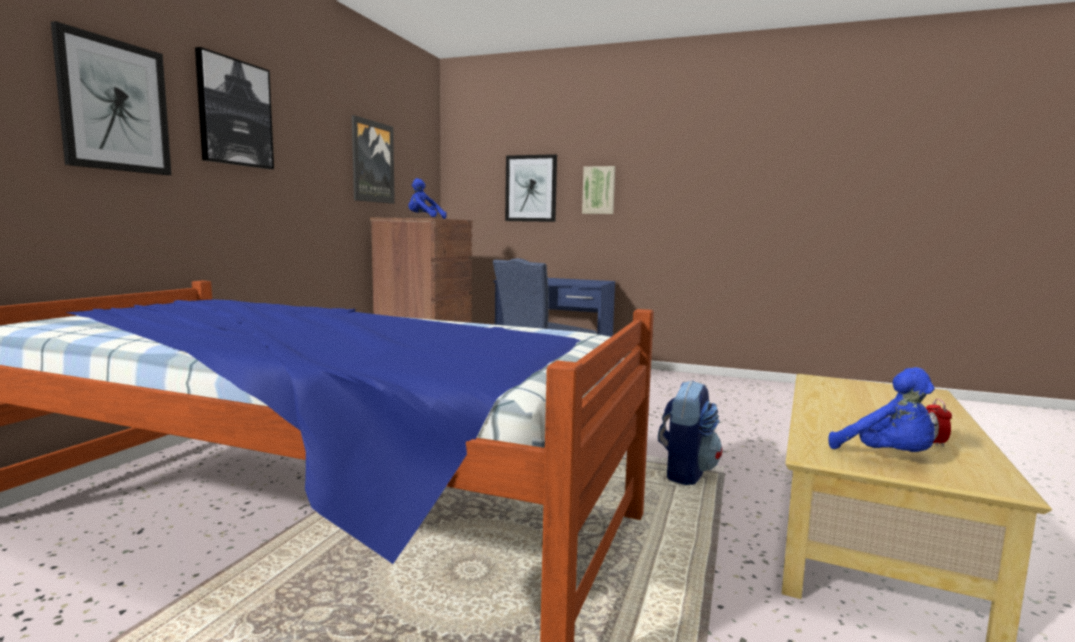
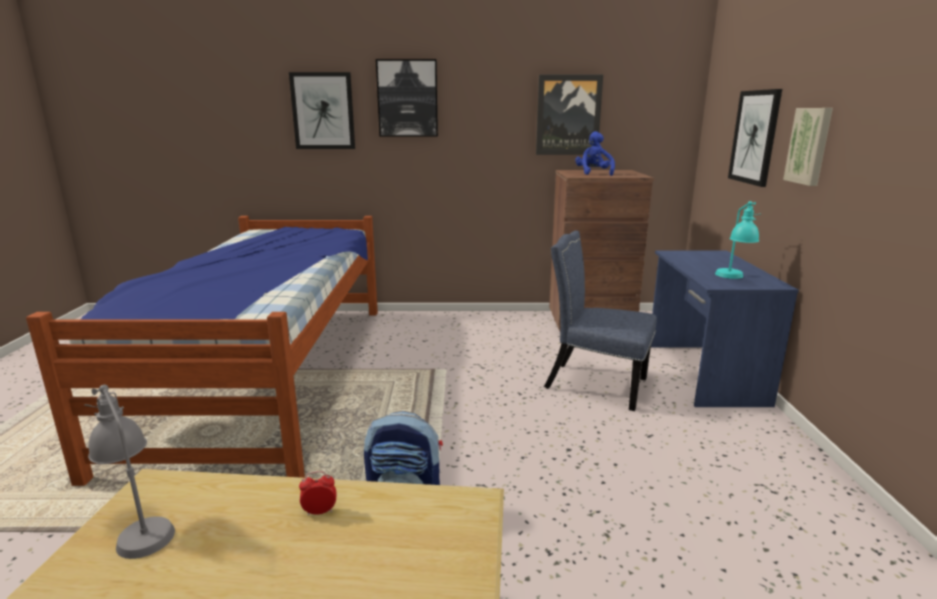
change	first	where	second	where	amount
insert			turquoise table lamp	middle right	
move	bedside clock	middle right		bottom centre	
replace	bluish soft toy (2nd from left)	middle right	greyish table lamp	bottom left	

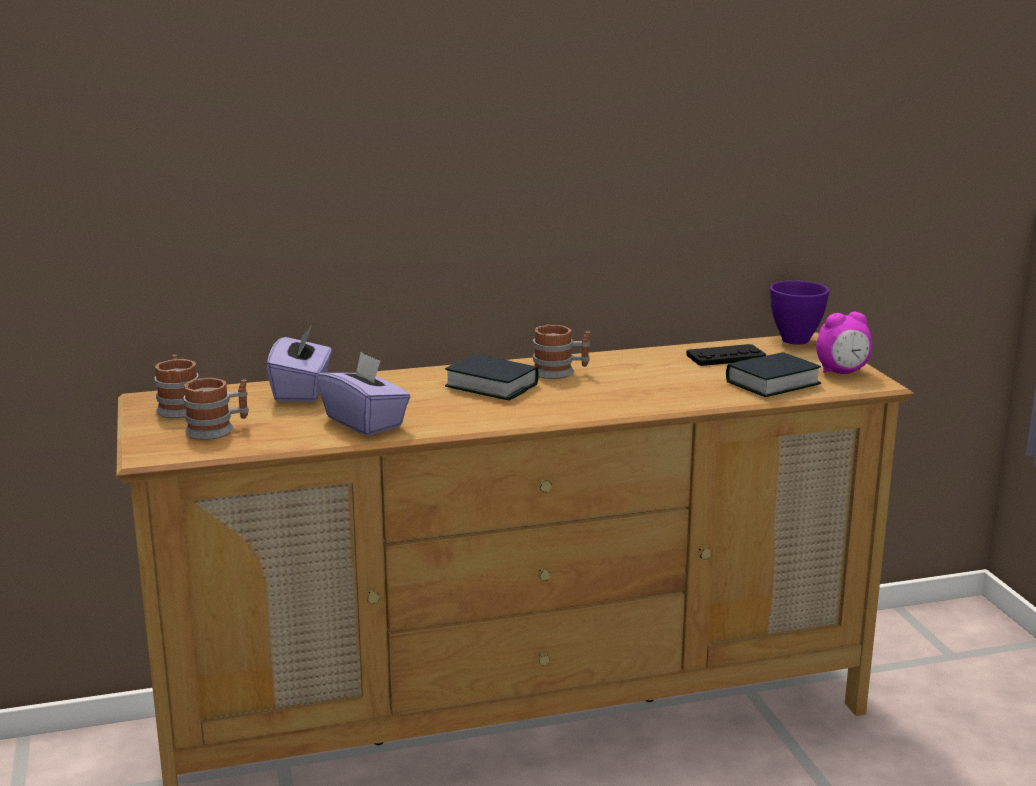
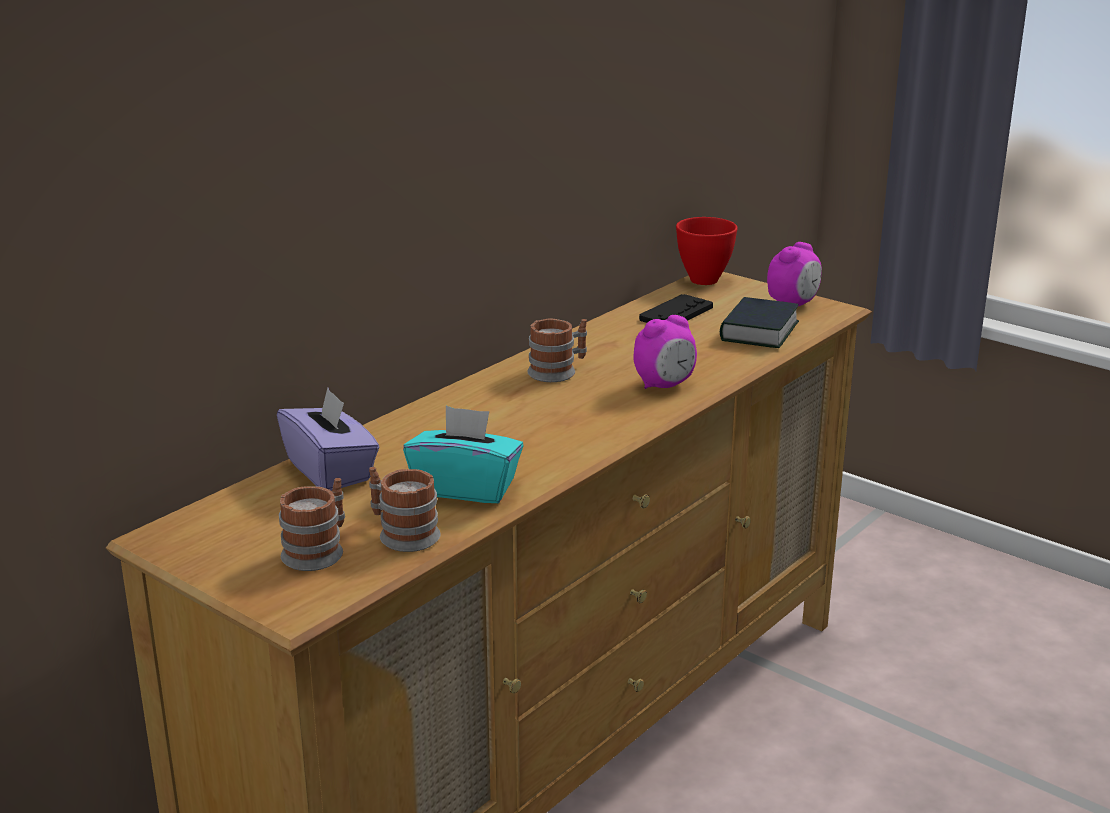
change	first	where	second	where	amount
delete	bound book (1st from left)	centre			
insert			bedside clock (1st from left)	centre	
move	mug (1st from left in the first image)	middle left	mug (2nd from left)	centre	
recolor	purplish tissue holder (2nd from left)	centre	turquoise tissue holder	centre	
recolor	purplish serving bowl	middle right	red-coloured serving bowl	top centre	

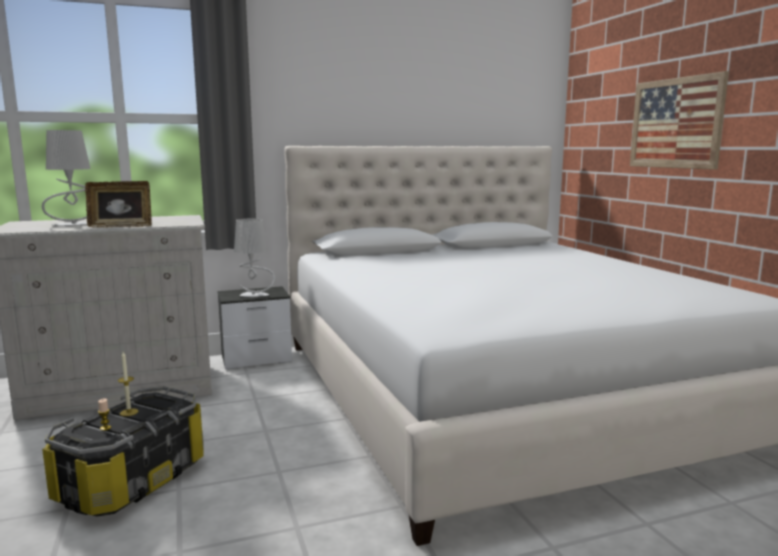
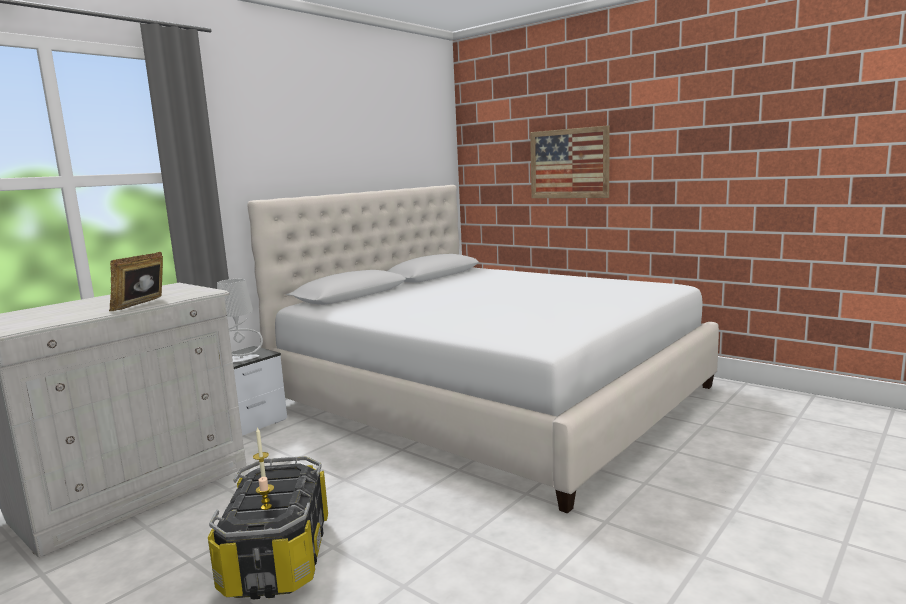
change	first	where	second	where	amount
delete	greyish table lamp (1st from left)	top left			
rotate	photo frame	middle left		middle left	150 degrees clockwise

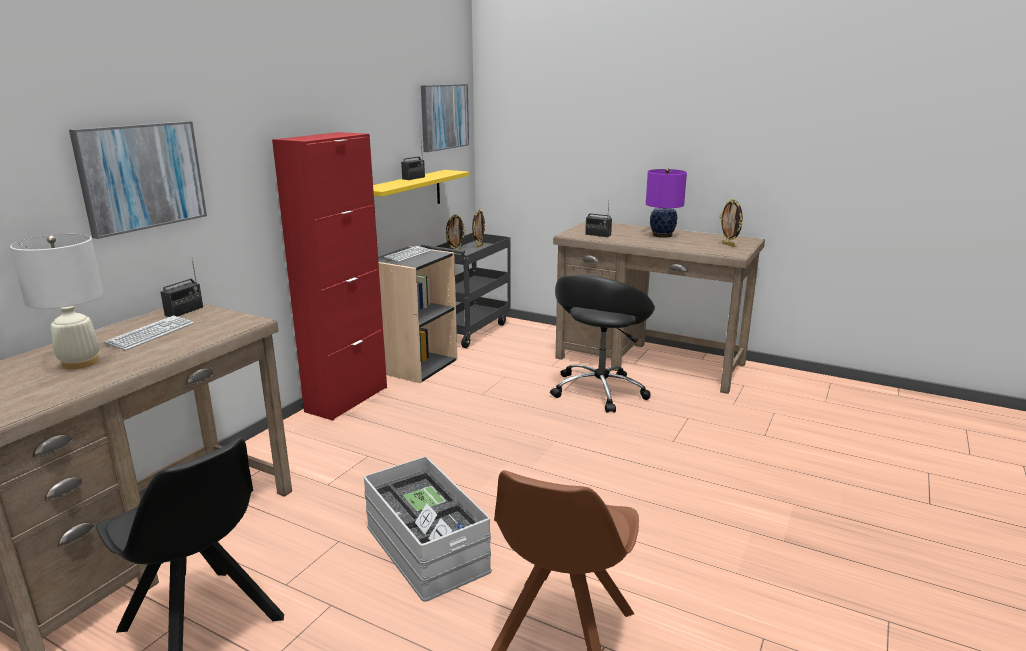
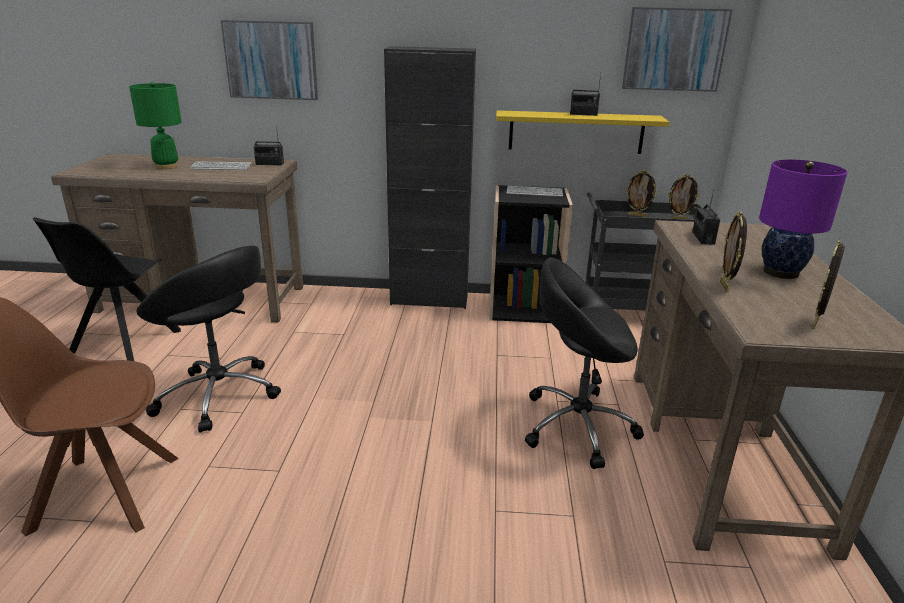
change	first	where	second	where	amount
insert			photo frame (3rd from left)	middle right	
replace	greyish storage bin	bottom centre	blackish office chair (1st from left)	middle left	
recolor	whitish table lamp	middle left	green-coloured table lamp	top left	
recolor	red-coloured storage cabinet	middle left	blackish storage cabinet	top centre	

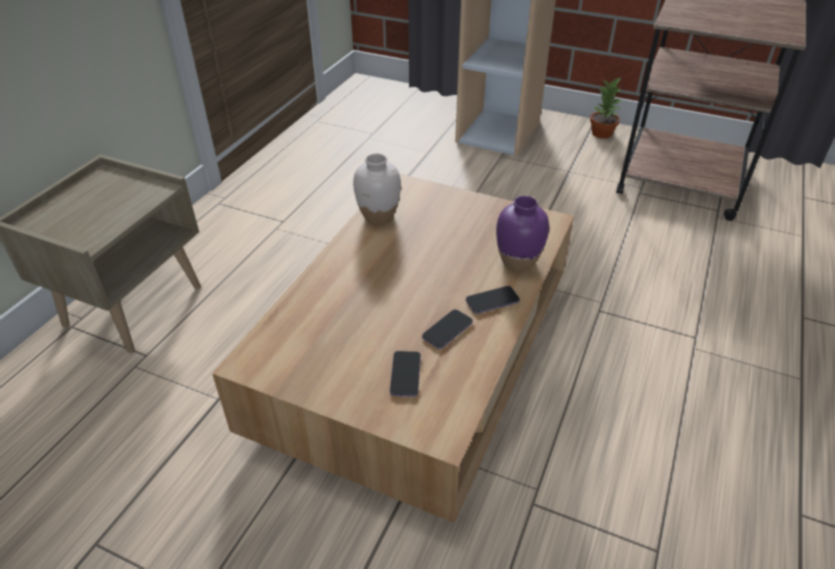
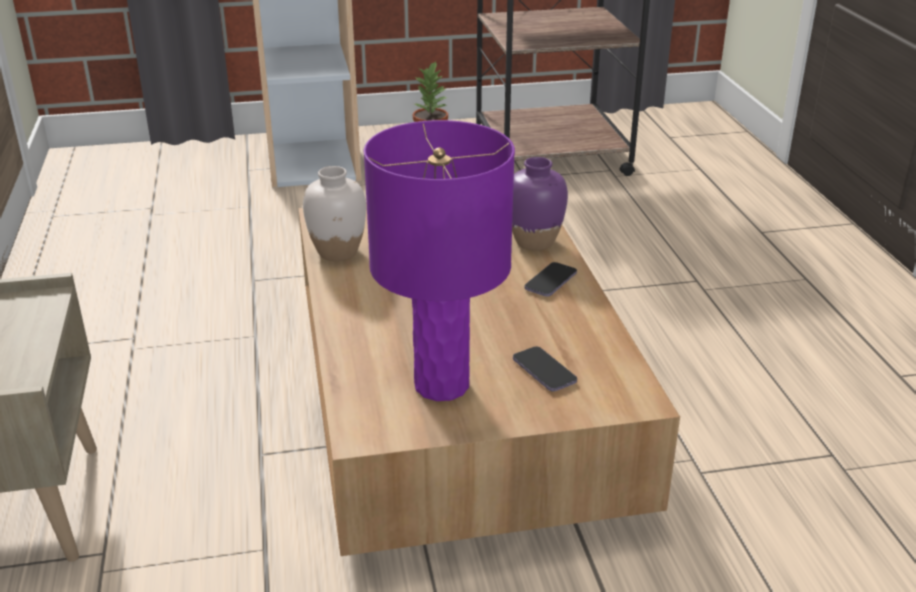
change	first	where	second	where	amount
delete	handset (2nd from left)	centre			
insert			purplish table lamp	centre	

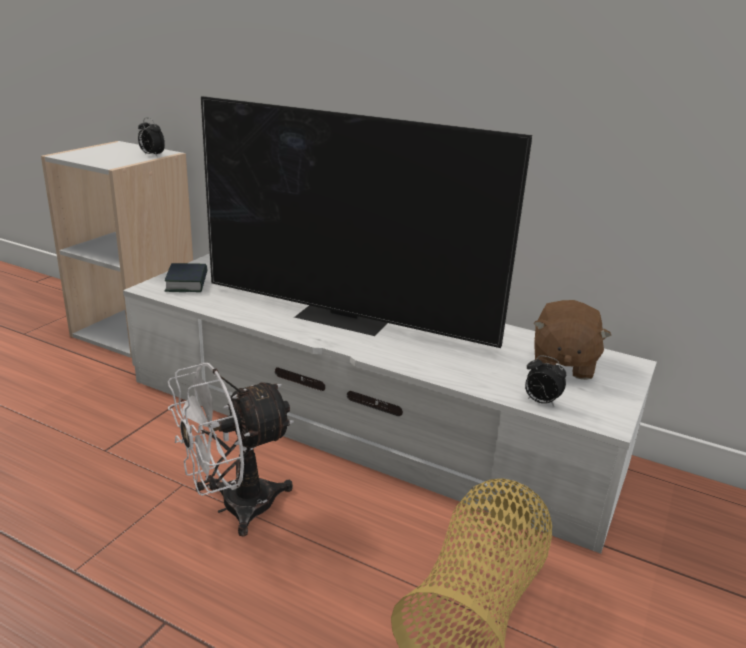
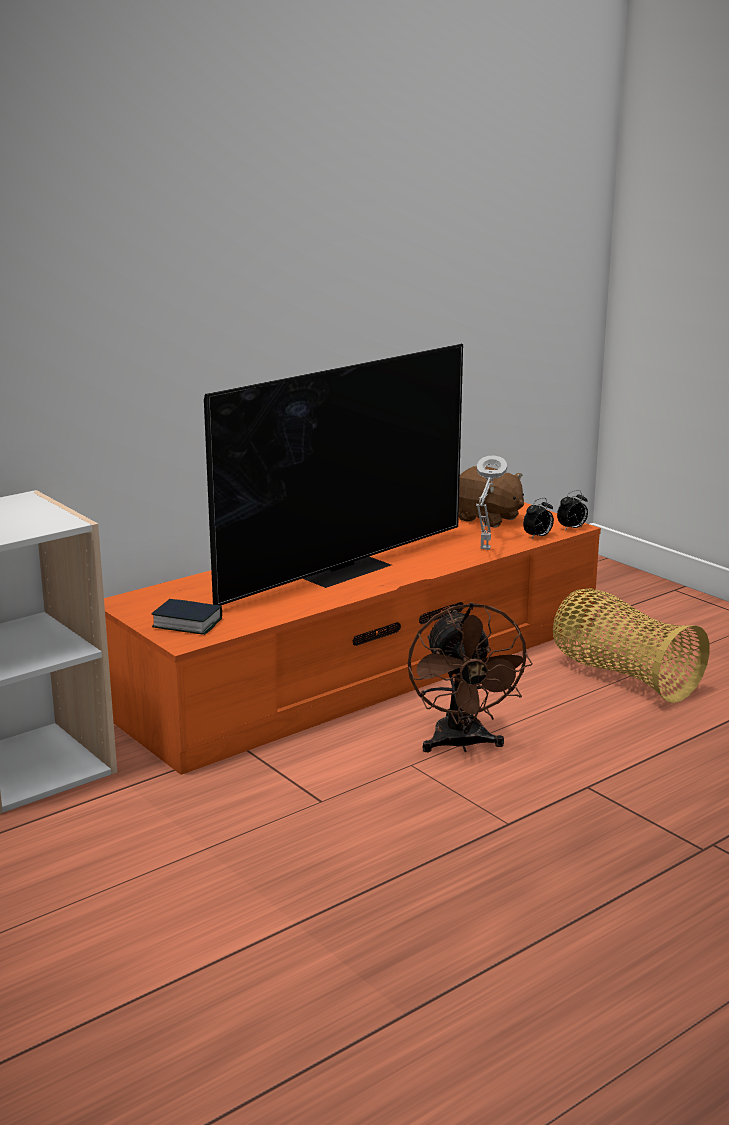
change	first	where	second	where	amount
insert			greyish table lamp	middle right	
move	bedside clock (1st from left in the first image)	top left	bedside clock (2nd from left)	middle right	
recolor	whitish tv unit	centre	orangey tv unit	centre	
recolor	whitish cooling fan	bottom left	brownish cooling fan	centre	

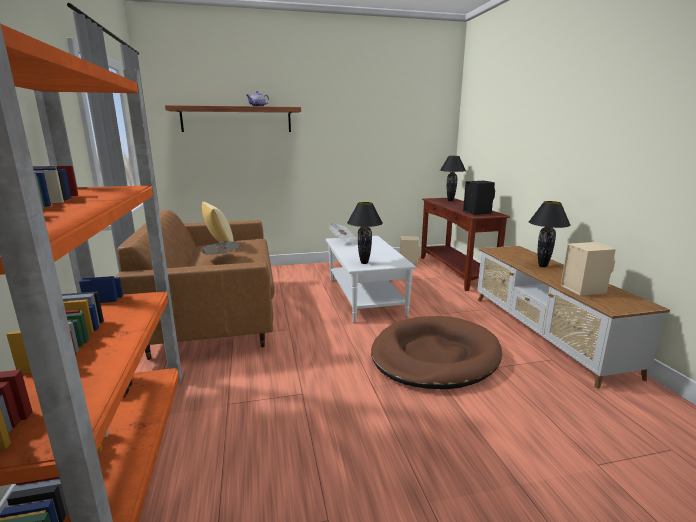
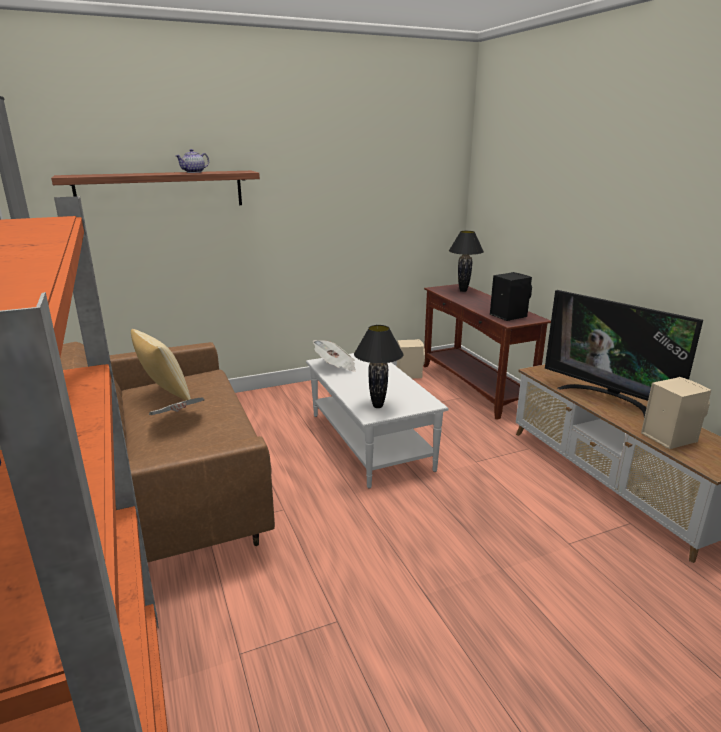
change	first	where	second	where	amount
delete	brownish dog bed	bottom centre			
replace	blackish table lamp (3rd from left)	middle right	TV	middle right	

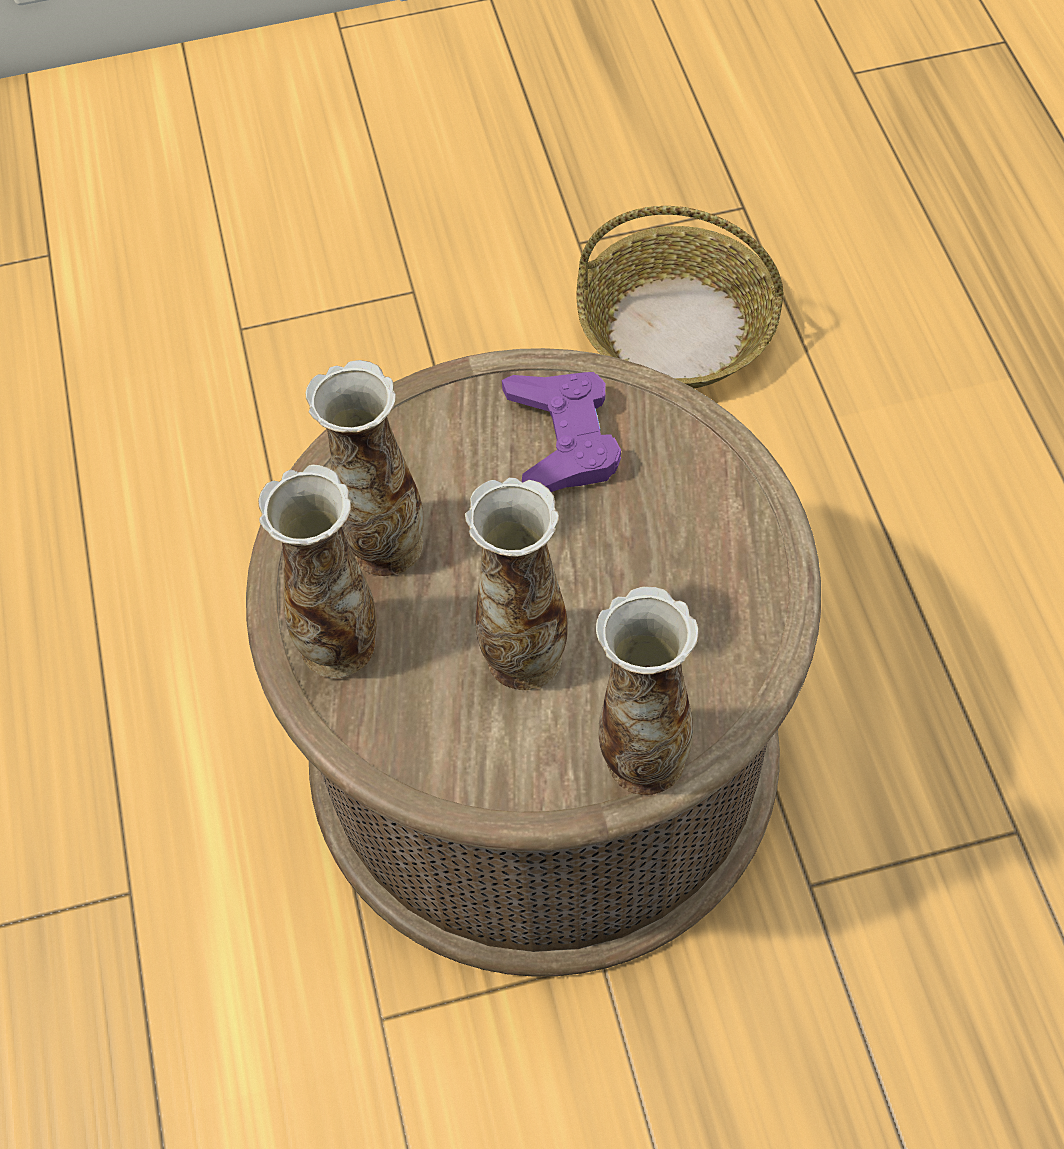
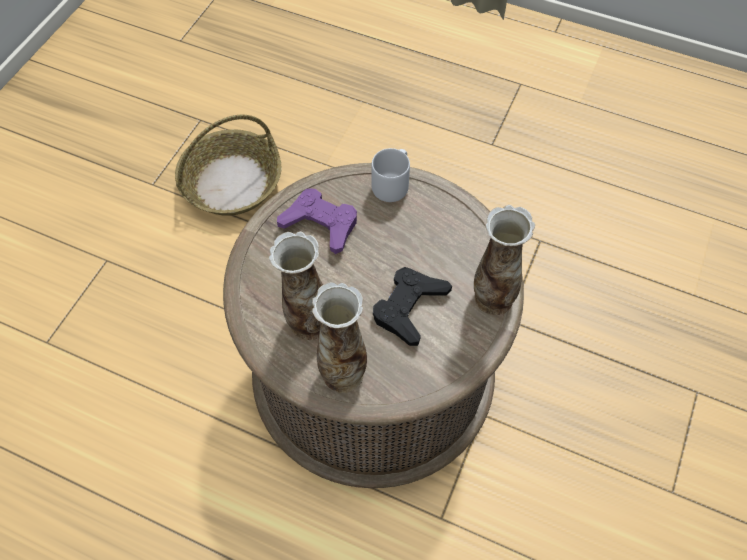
change	first	where	second	where	amount
insert			greyish mug	top centre	
replace	decorative vase (3rd from left)	centre	blackish game controller	centre	

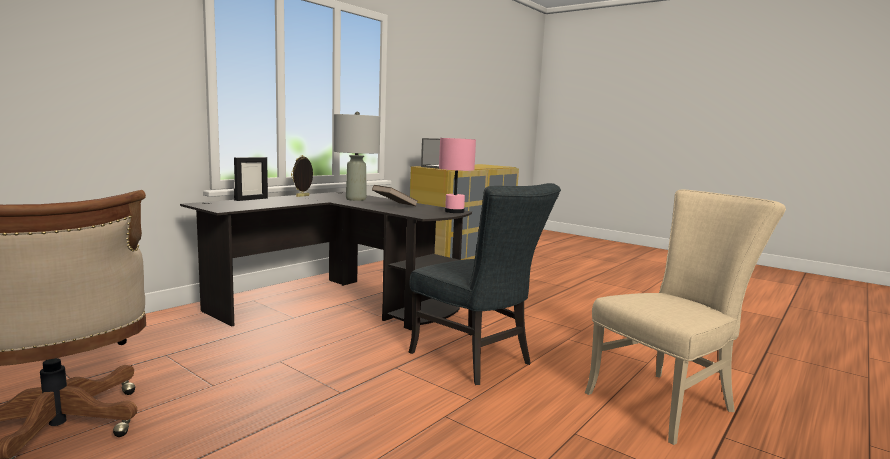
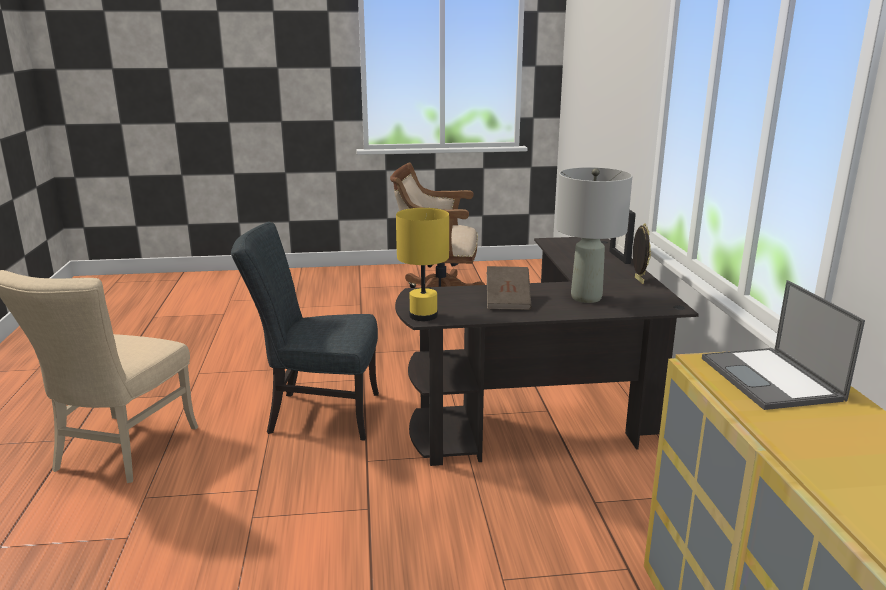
change	first	where	second	where	amount
recolor	pinkish table lamp	centre	yellow-coloured table lamp	centre	

